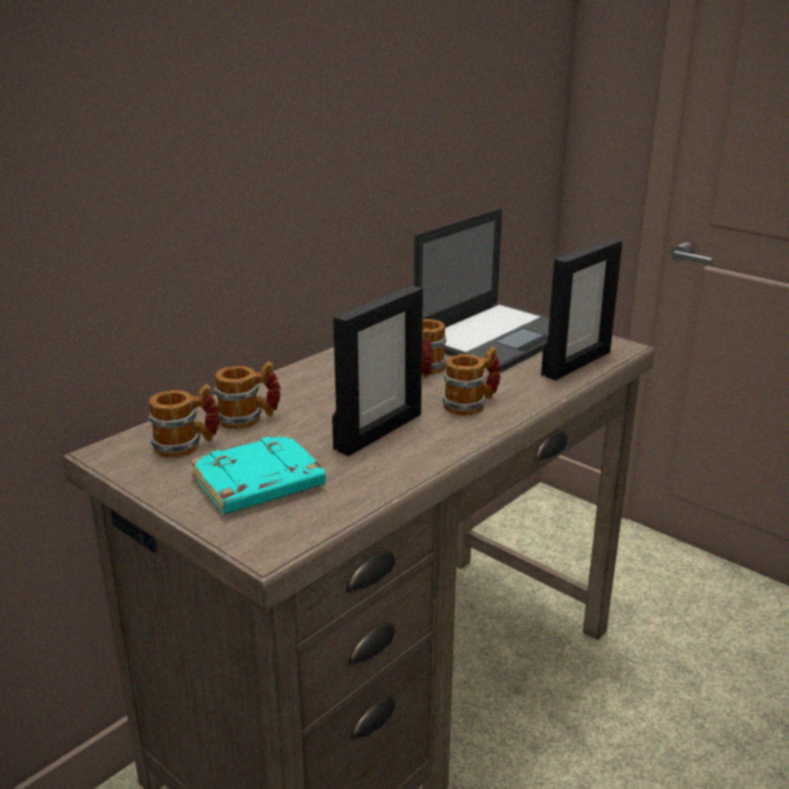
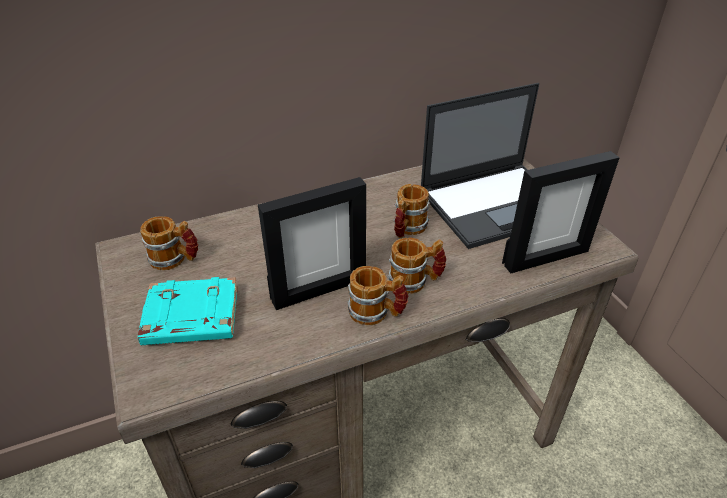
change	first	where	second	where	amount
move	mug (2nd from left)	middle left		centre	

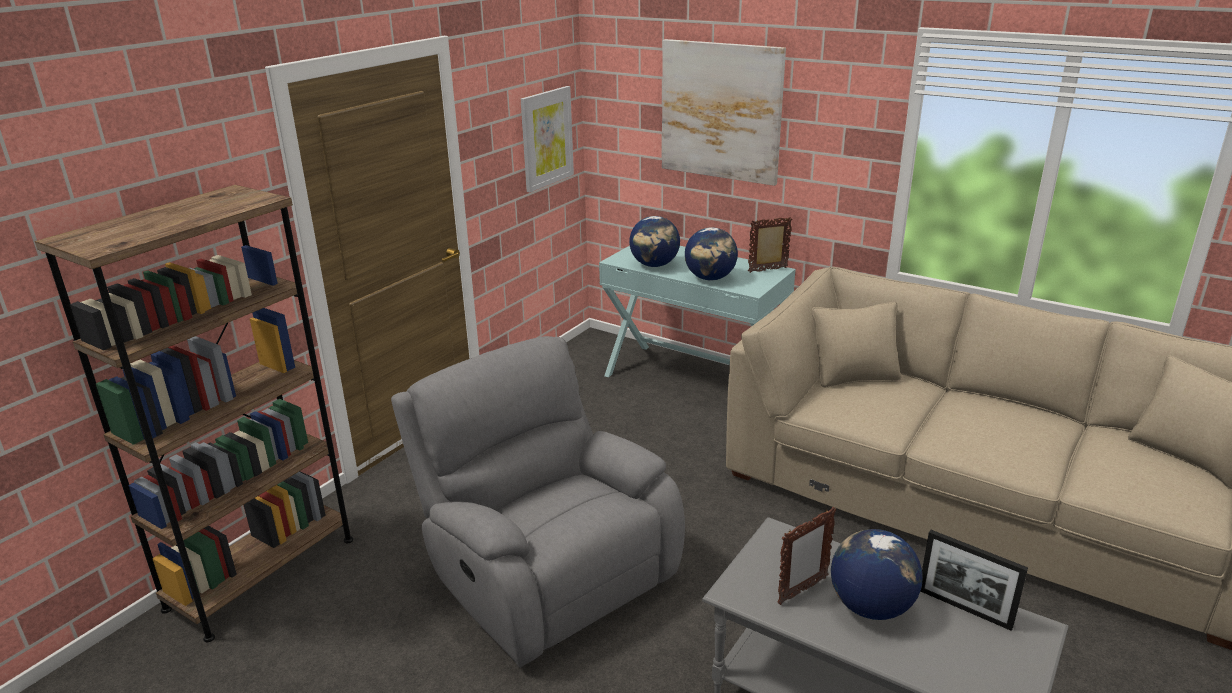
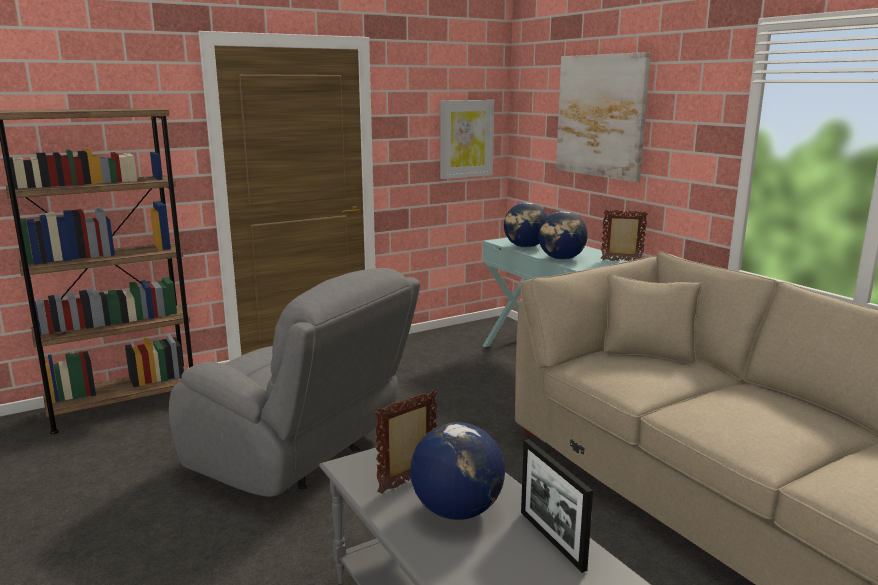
change	first	where	second	where	amount
rotate	greyish easy chair	bottom centre		centre	135 degrees clockwise
rotate	photo frame (2nd from left in the first image)	bottom centre	photo frame (1st from left)	bottom centre	150 degrees clockwise

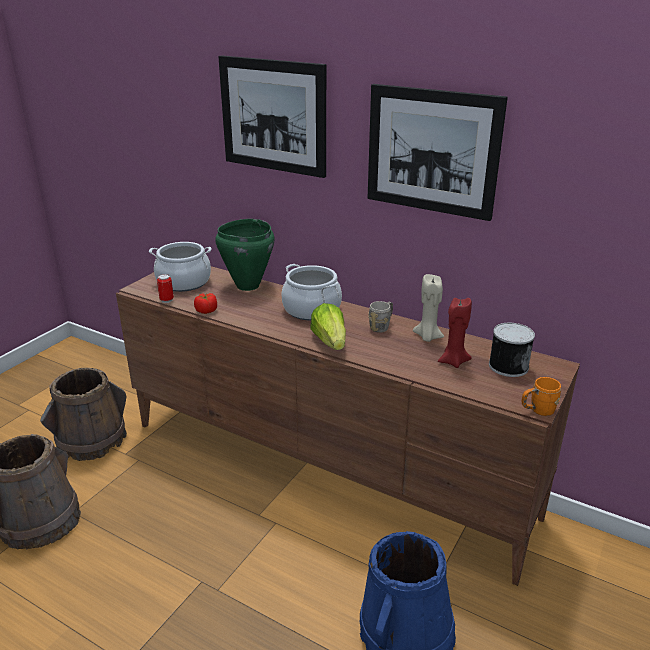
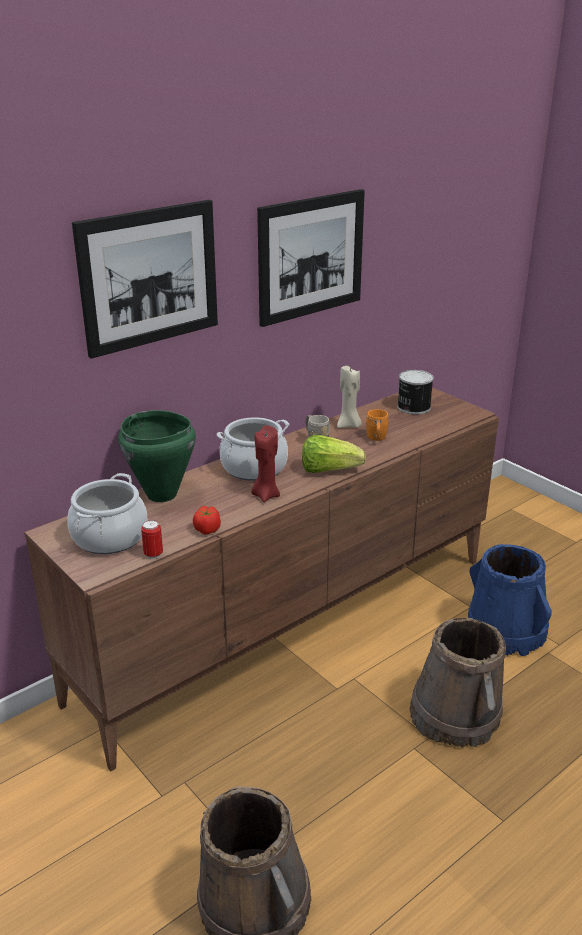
change	first	where	second	where	amount
move	brownish pail (2nd from left)	middle left		bottom right	
move	red-coloured wax light	middle right		centre	
move	orangey mug	middle right		centre	

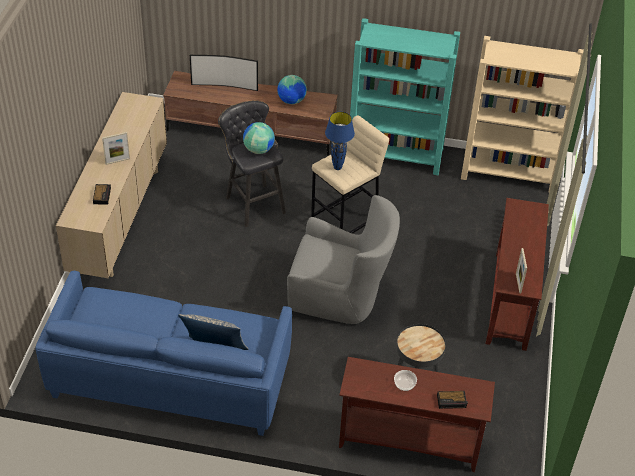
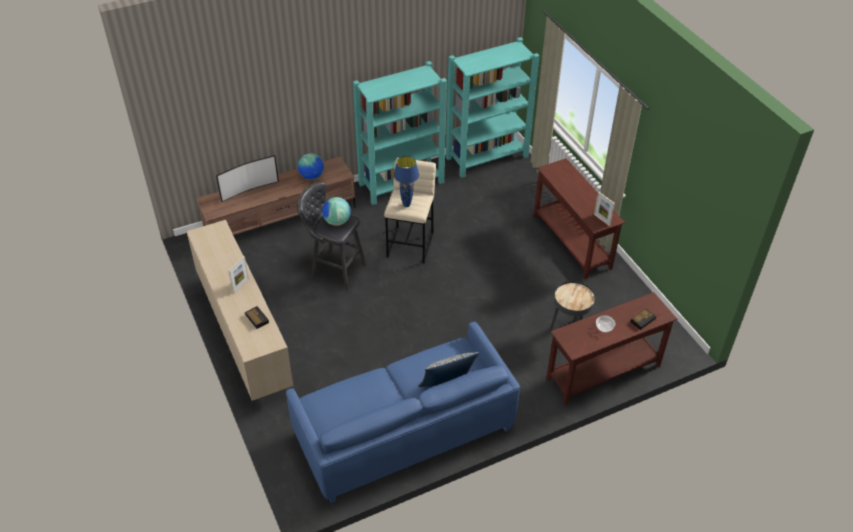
change	first	where	second	where	amount
delete	greyish easy chair	centre			
recolor	beige-coloured bookshelf	top right	turquoise bookshelf (2nd from left)	top centre	

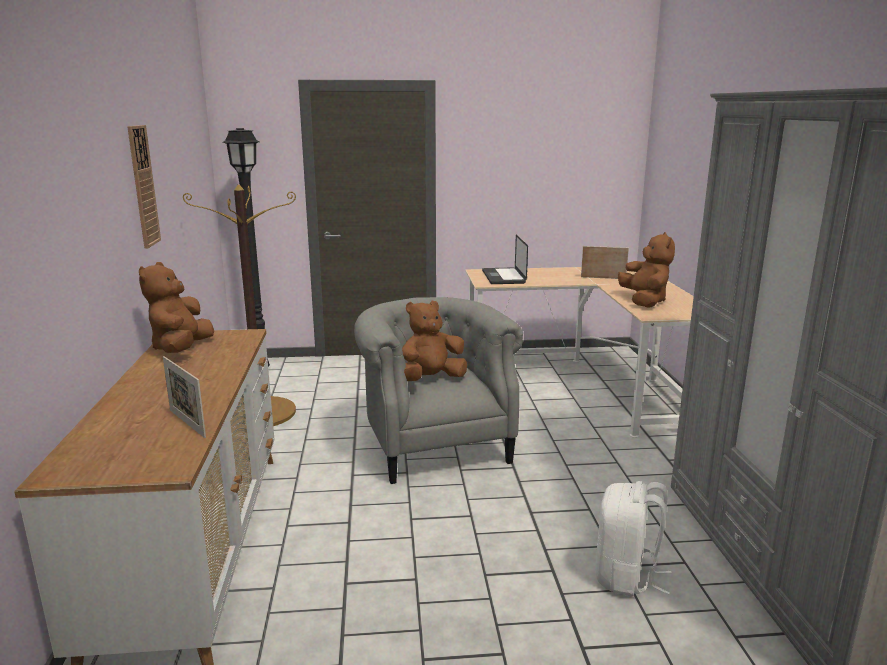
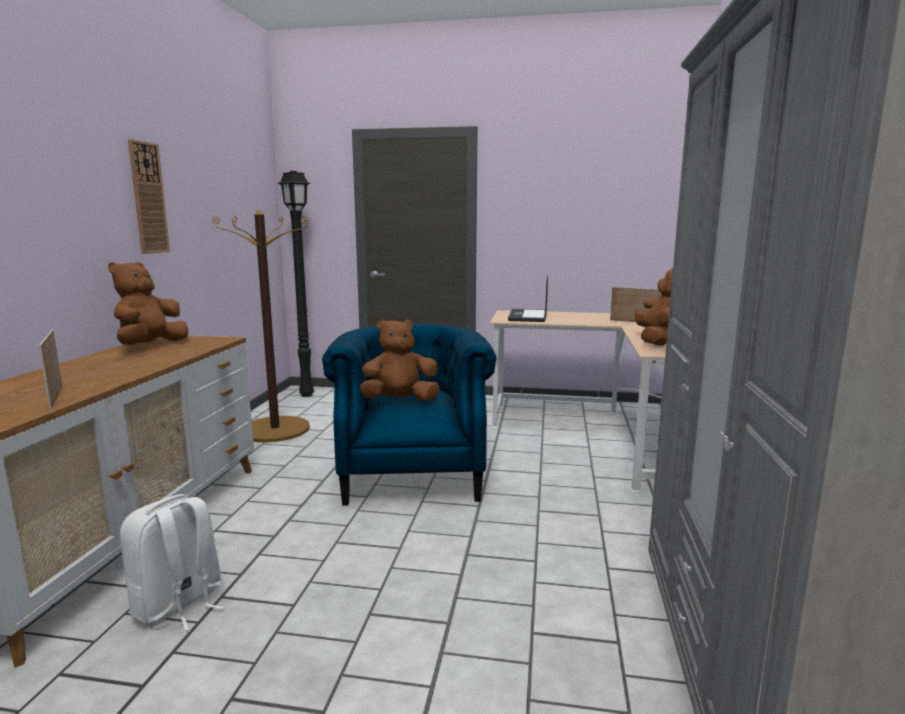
change	first	where	second	where	amount
move	whitish knapsack	bottom right		bottom left	
recolor	greyish easy chair	centre	bluish easy chair	centre	

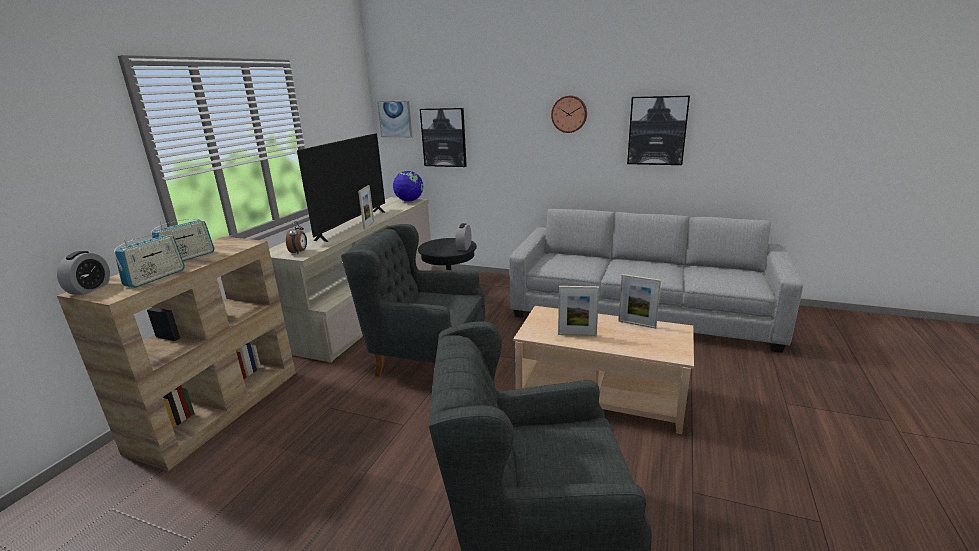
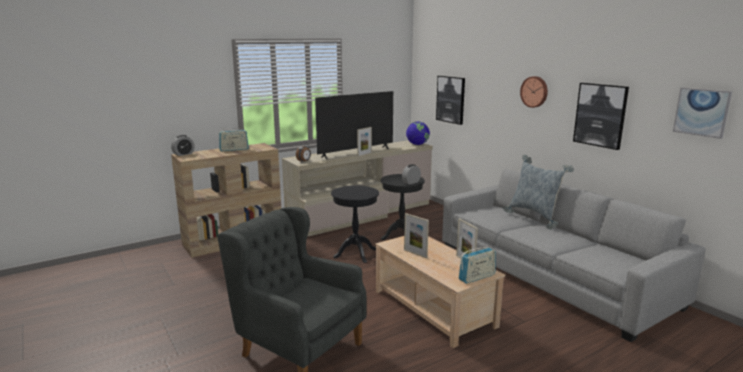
change	first	where	second	where	amount
insert			cushion	middle right	
move	radio set (1st from left in the first image)	middle left	radio set (2nd from left)	bottom centre	
move	wall art (1st from left in the first image)	top centre	wall art (3rd from left)	top right	
replace	greyish easy chair (1st from left)	centre	blackish side table (1st from left)	centre	

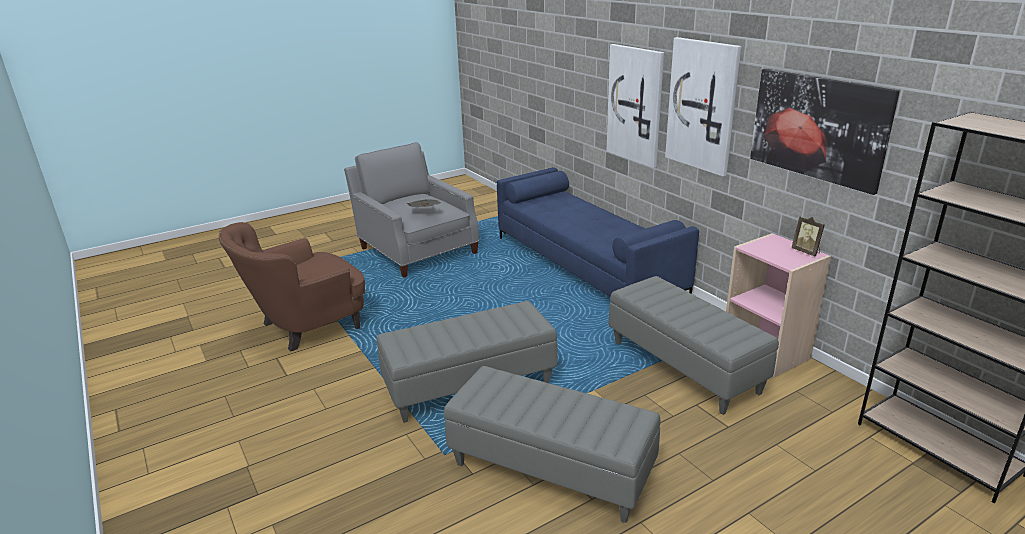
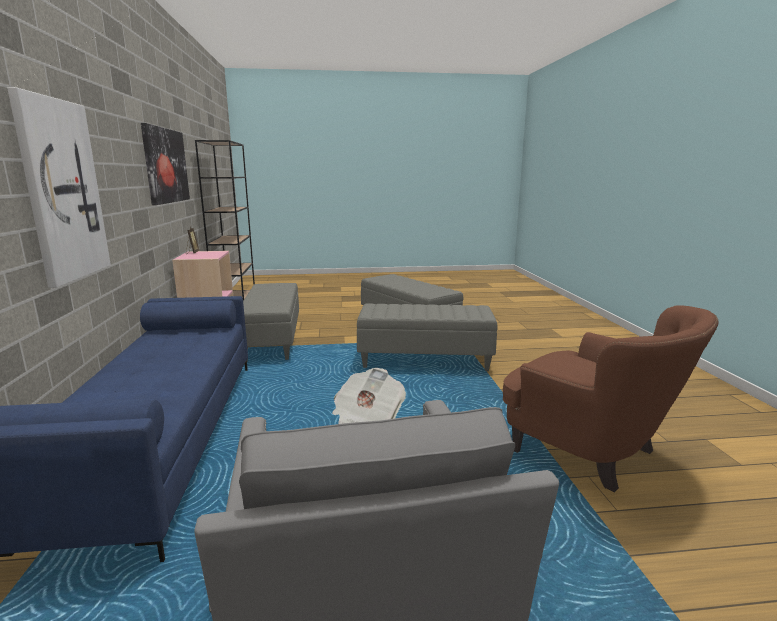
change	first	where	second	where	amount
delete	wall art (2nd from left)	top right			
rotate	brownish easy chair	middle left		middle right	60 degrees clockwise

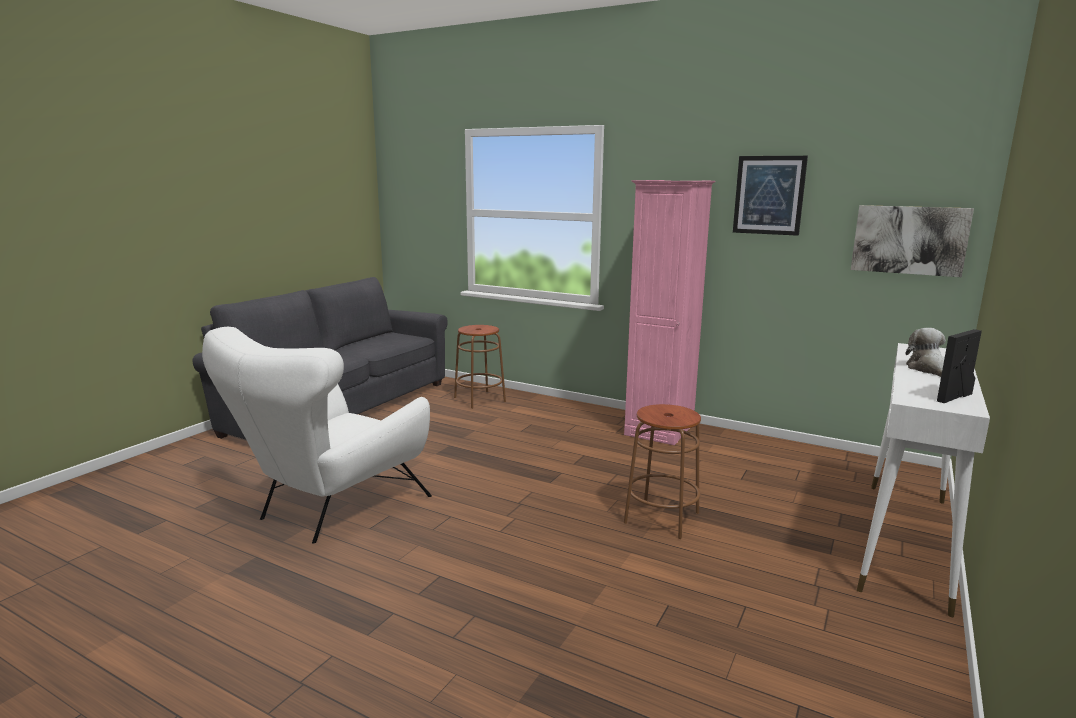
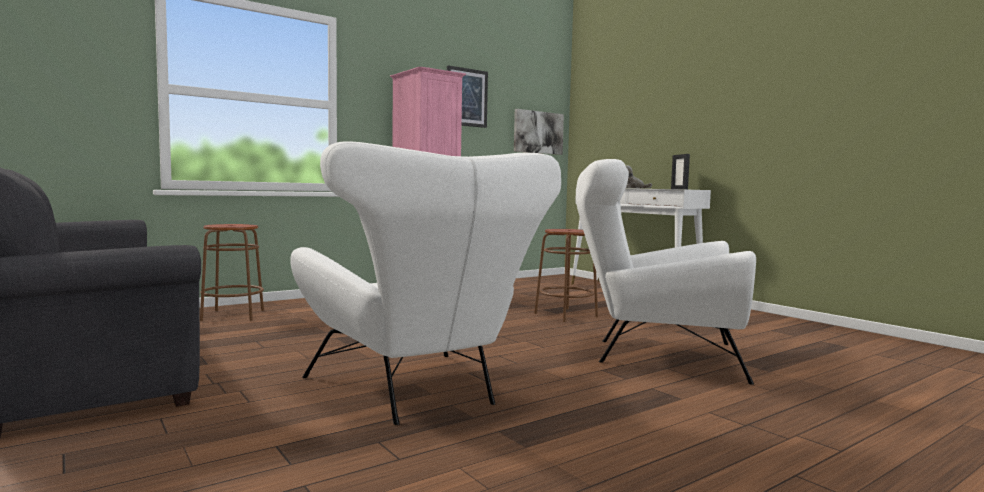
change	first	where	second	where	amount
insert			whitish easy chair (2nd from left)	middle right	

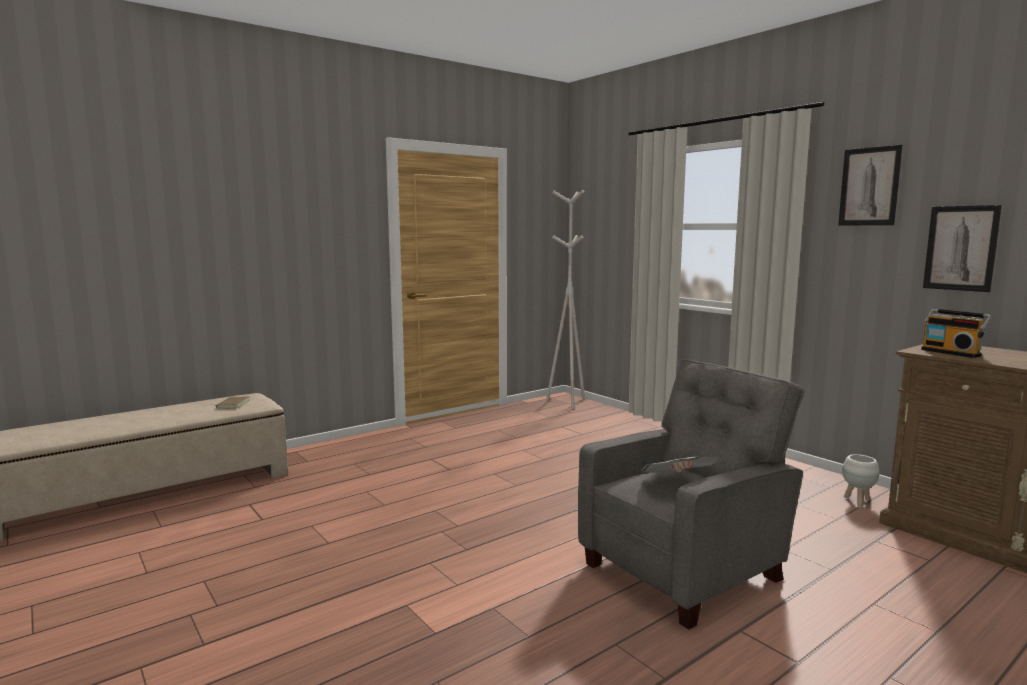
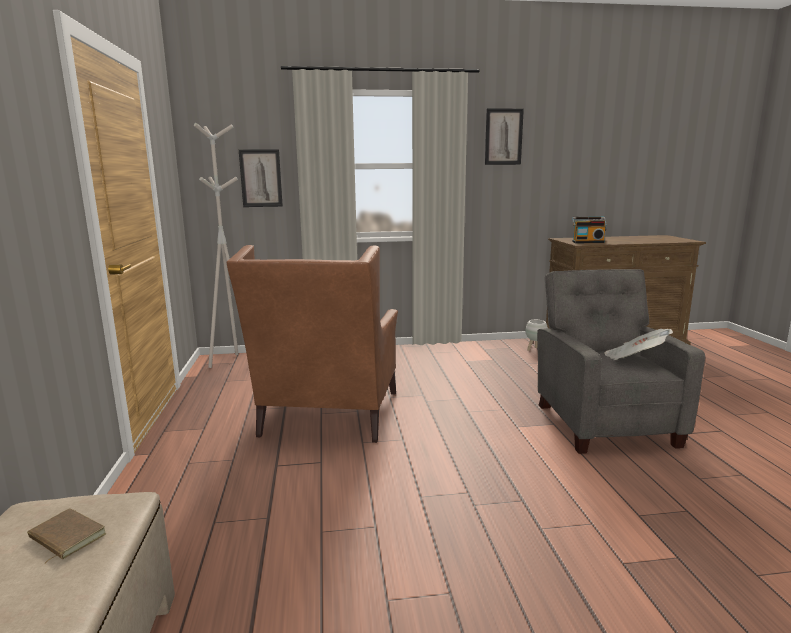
change	first	where	second	where	amount
insert			brownish easy chair	centre	
move	wall art (2nd from left in the first image)	middle right	wall art (1st from left)	top left	

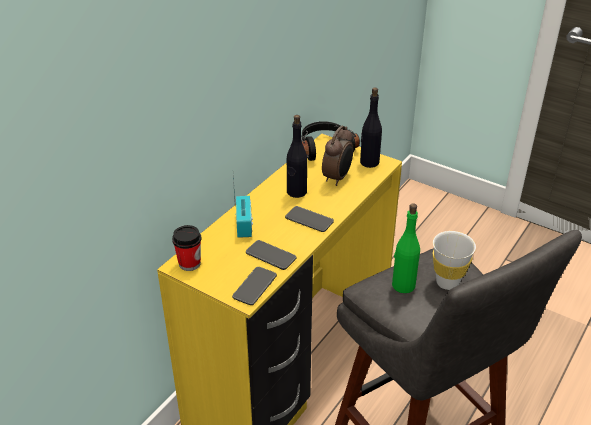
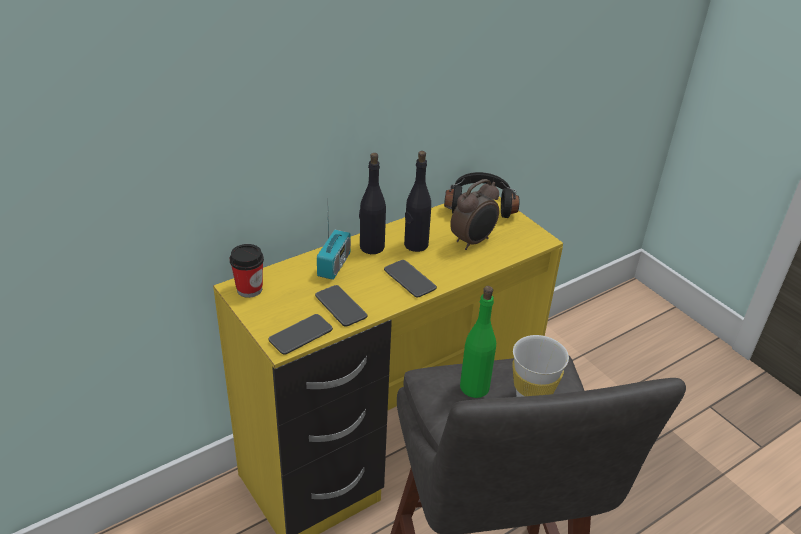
change	first	where	second	where	amount
move	blackish beverage bottle (2nd from left in the first image)	top centre	blackish beverage bottle (1st from left)	centre	

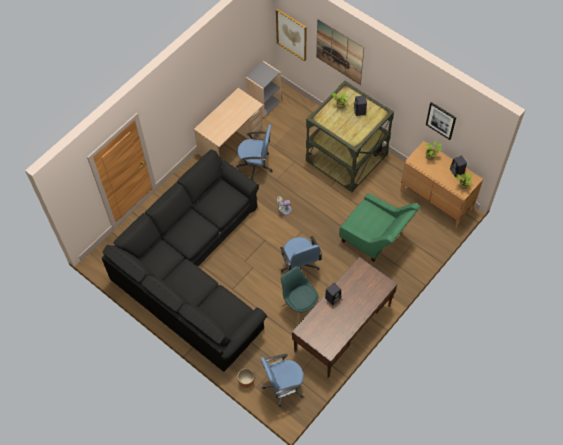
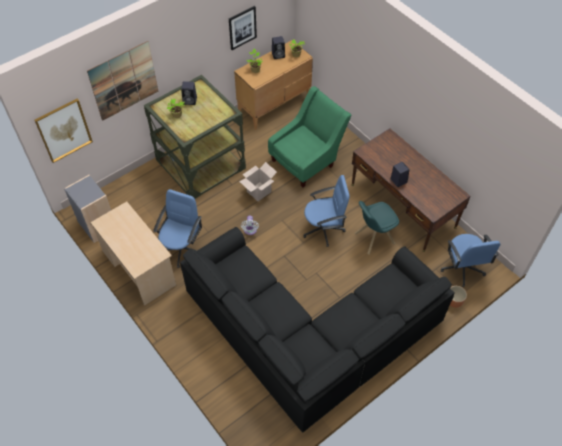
change	first	where	second	where	amount
insert			cardboard box	centre	

